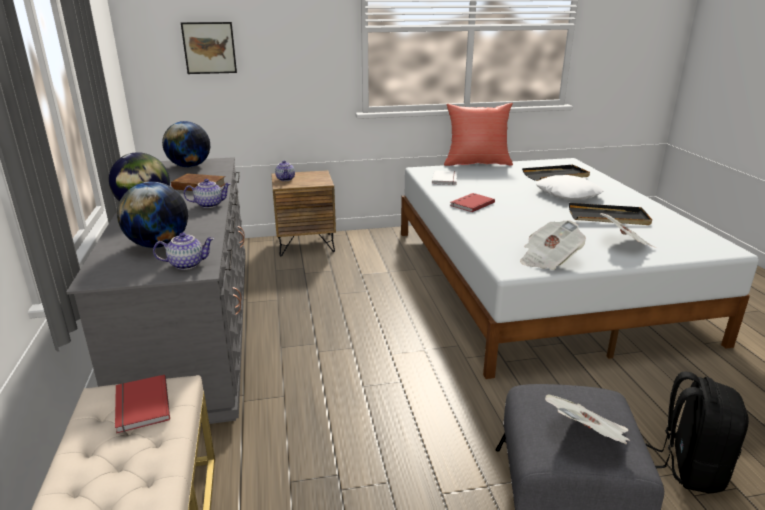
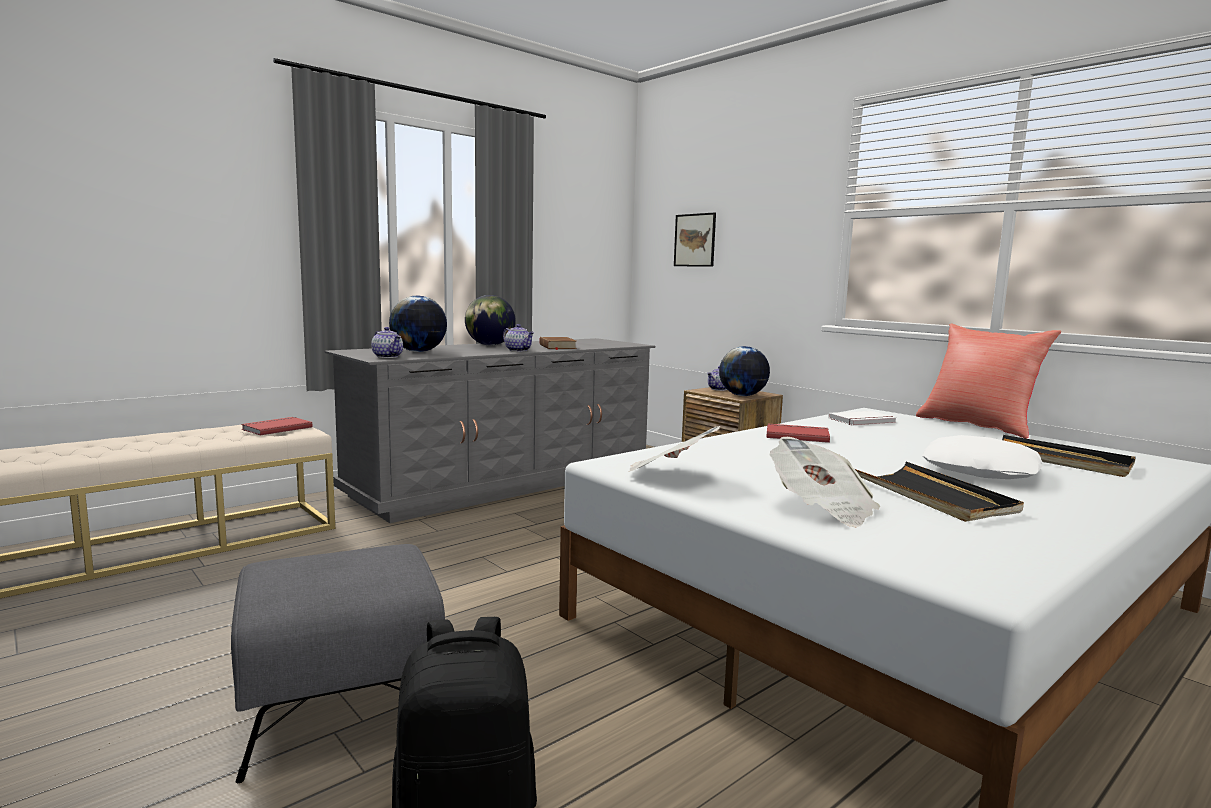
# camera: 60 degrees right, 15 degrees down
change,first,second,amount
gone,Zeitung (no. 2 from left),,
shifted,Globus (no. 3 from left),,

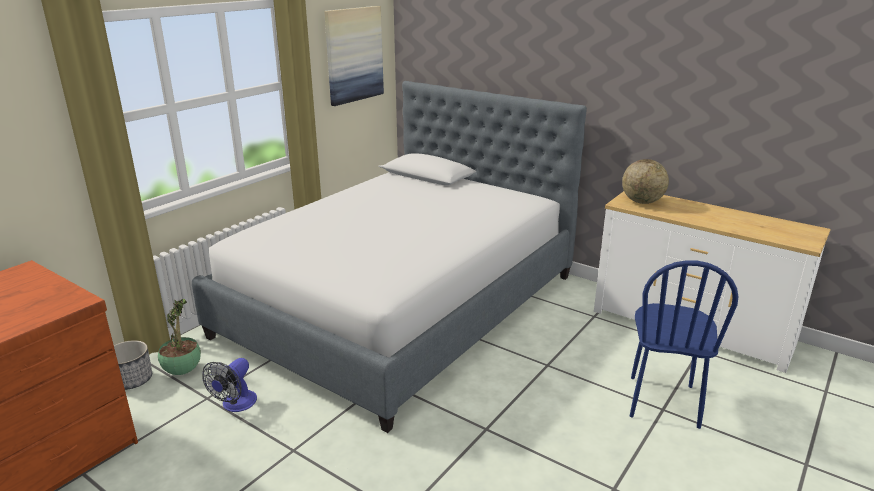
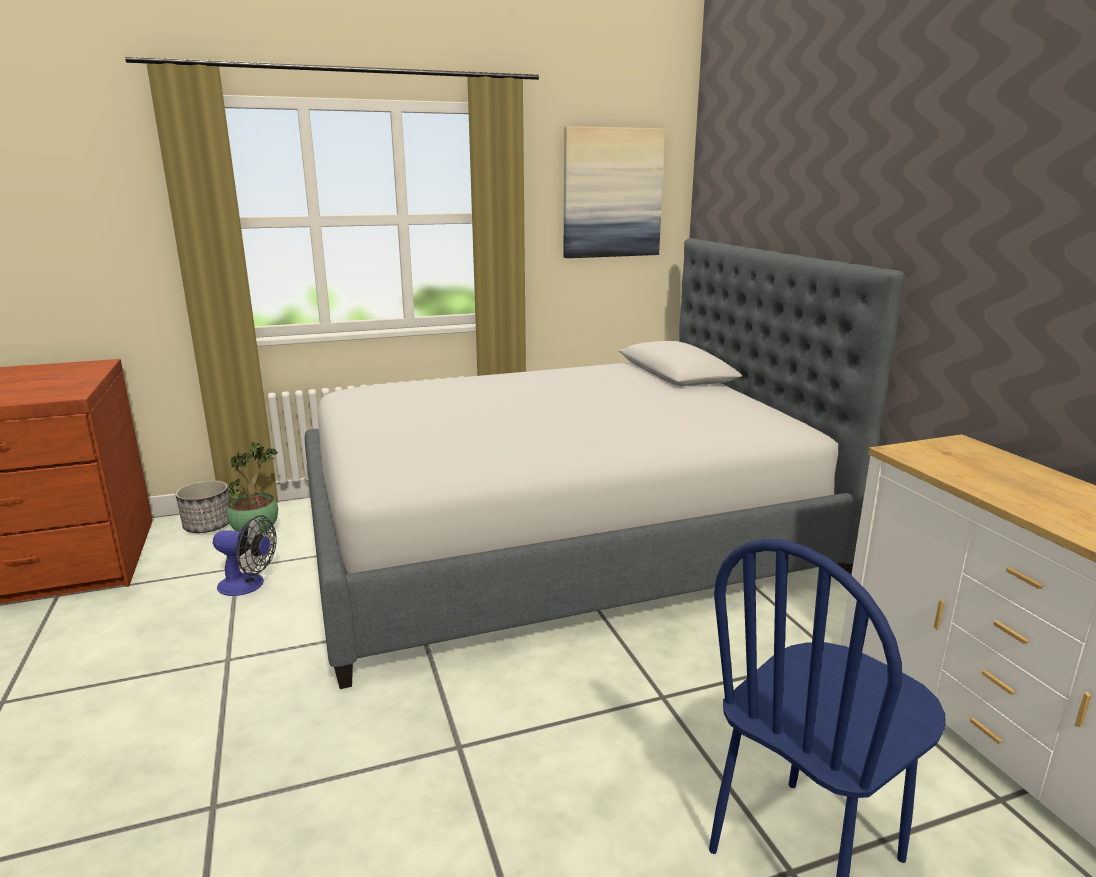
# camera: 35 degrees right, 5 degrees down
change,first,second,amount
gone,Globus,,
rotated,Ventilator,,135 degrees counterclockwise

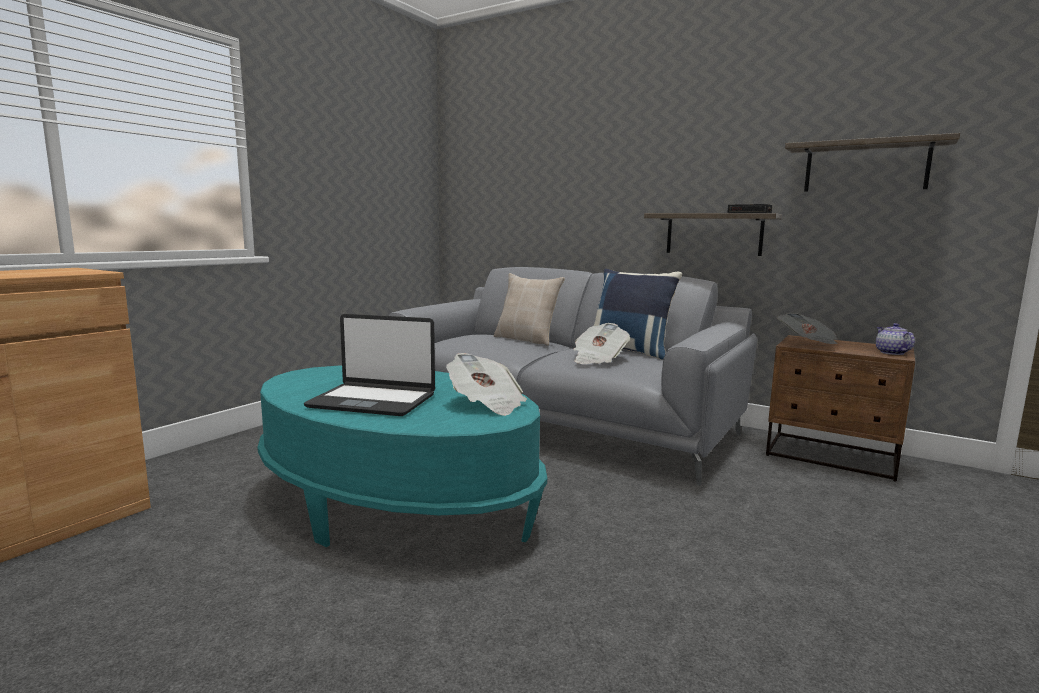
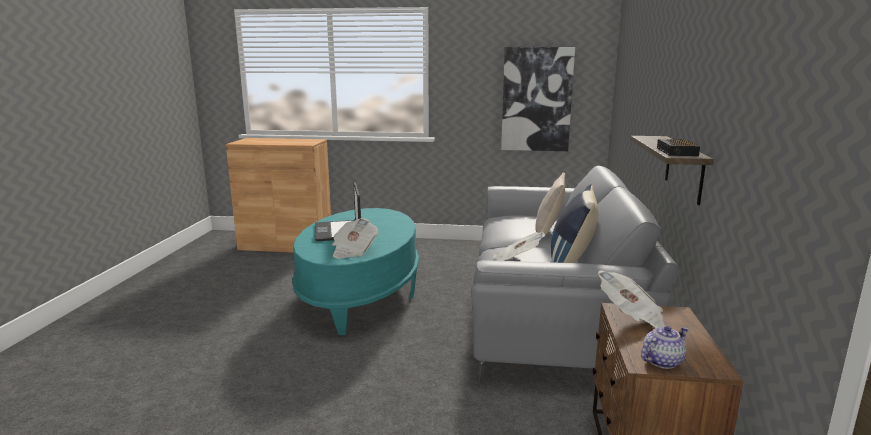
# camera: 65 degrees right, 5 degrees up
change,first,second,amount
gone,Wandregal (no. 2 from left),,
new,,Bild,

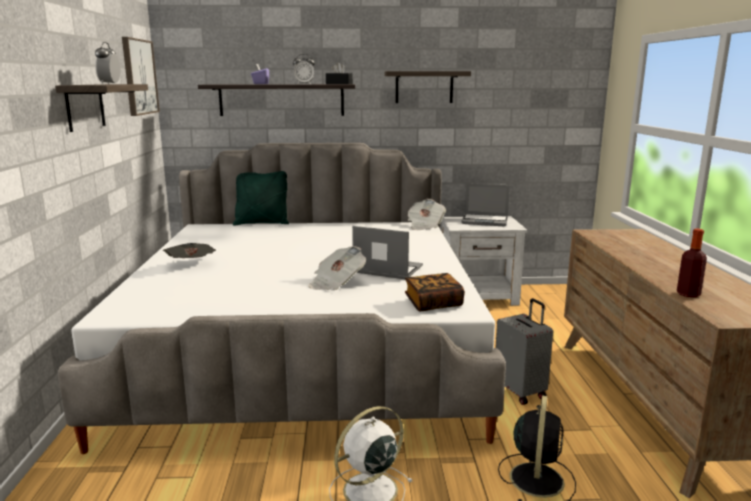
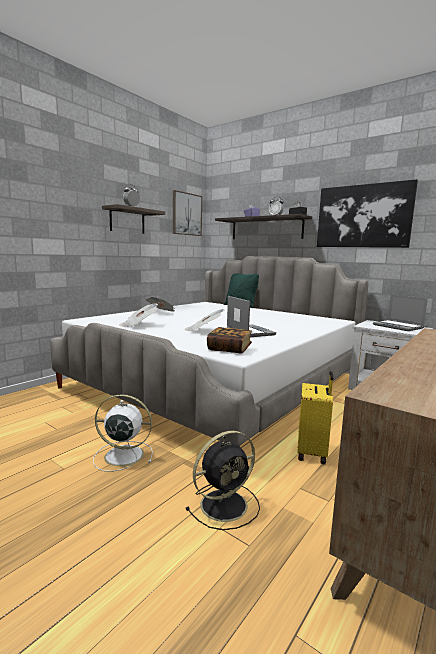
# camera: 40 degrees right, 5 degrees down
change,first,second,amount
gone,Flasche,,
shifted,Zeitung (no. 3 from left in the first image),Zeitung (no. 1 from left),
swapped,Wandregal (no. 3 from left),Bild (no. 2 from left),
repainted,Koffer (grau),Koffer (gelb),

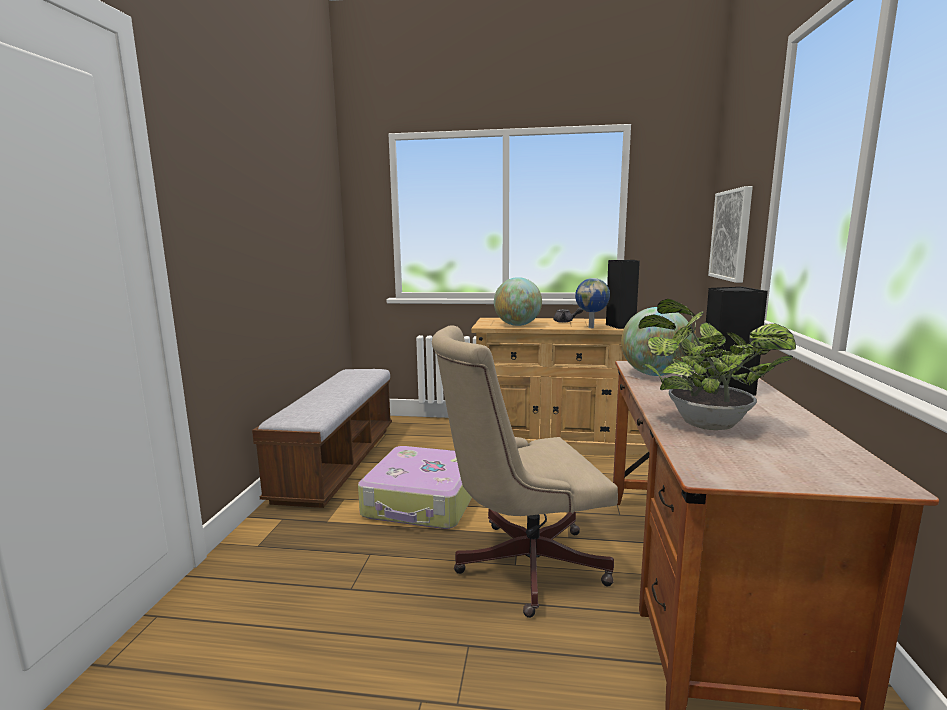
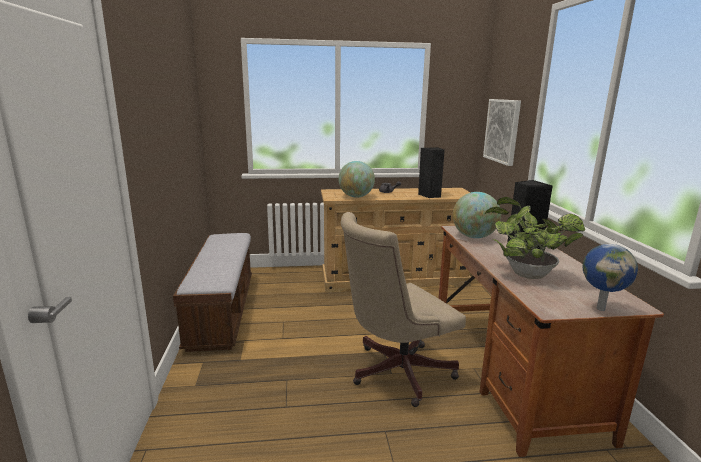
# camera: 15 degrees left, 5 degrees up
change,first,second,amount
gone,Koffer,,
shifted,Globus (no. 2 from left in the first image),Globus (no. 3 from left),

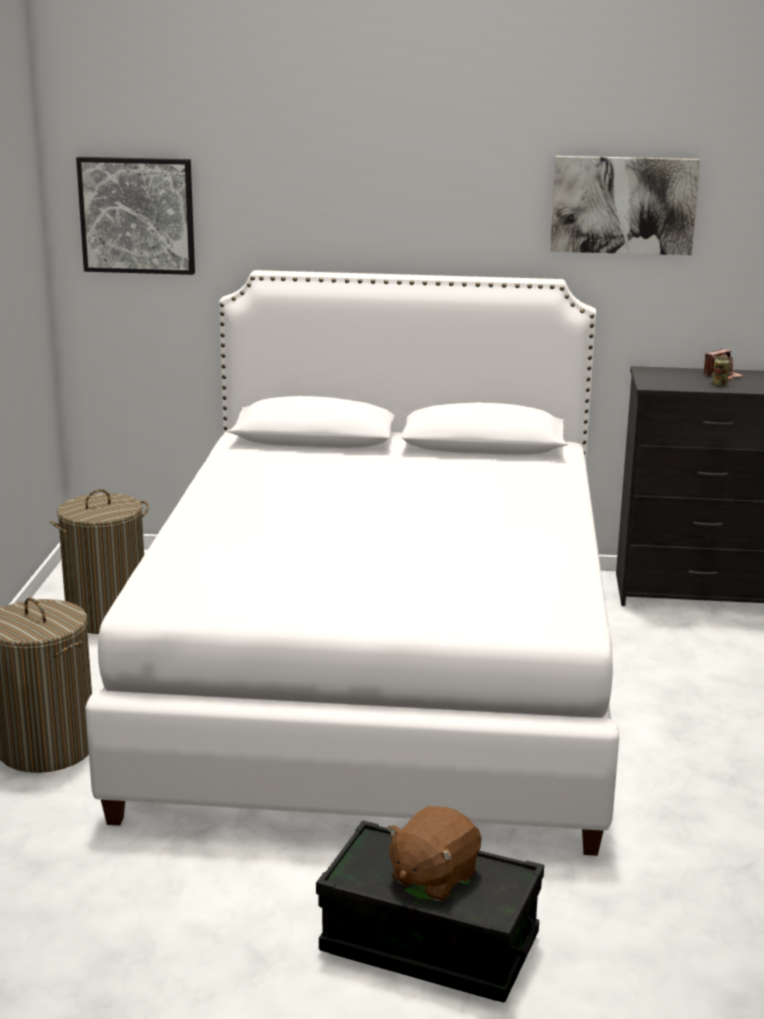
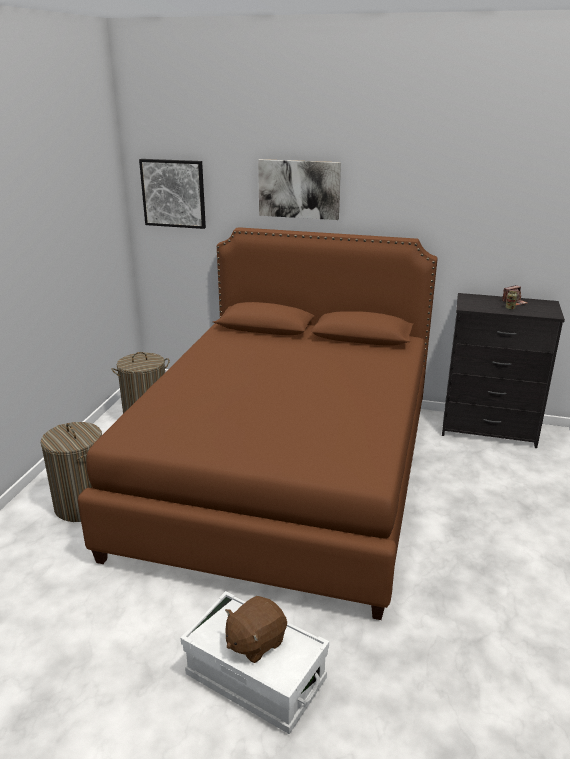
# camera: 10 degrees right, 5 degrees up
change,first,second,amount
shifted,Bild (no. 2 from left),,
repainted,Bett (weiß),Bett (braun),
repainted,Aufbewahrungsbox (schwarz),Aufbewahrungsbox (weiß),

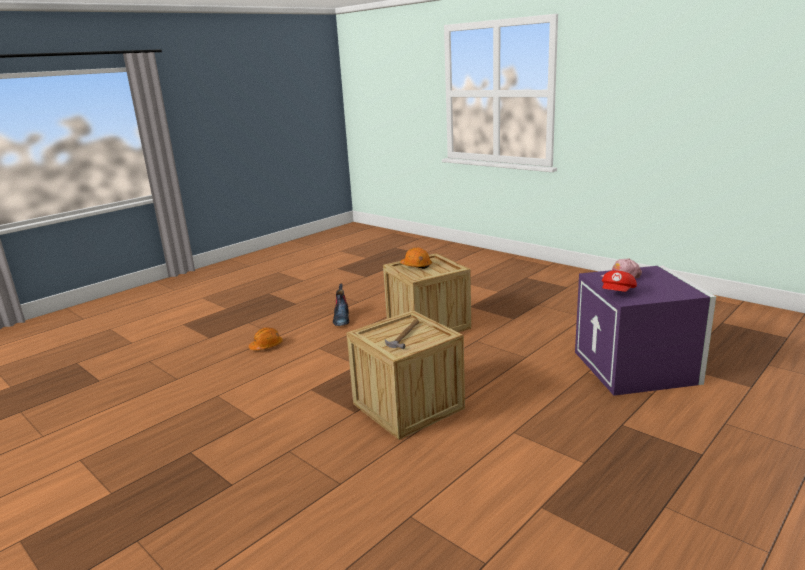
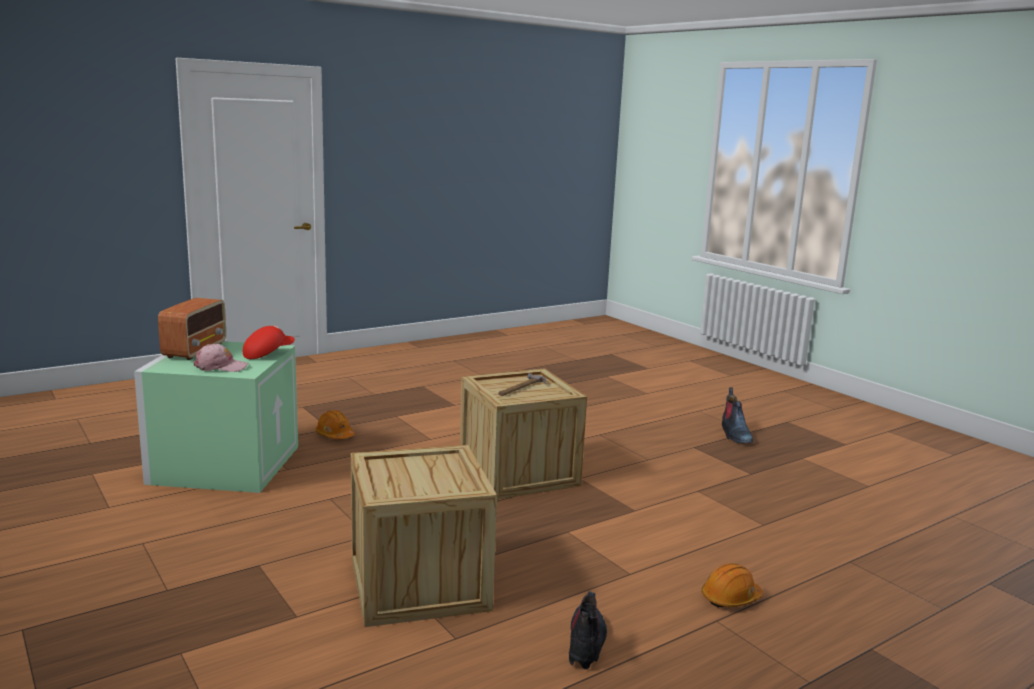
# camera: 170 degrees left, 5 degrees down
change,first,second,amount
new,,Radio,
new,,Stiefel (no. 2 from left),
shifted,Schutzhelm (orange) (no. 2 from left in the first image),Schutzhelm (orange) (no. 1 from left),
repainted,Aufbewahrungsbox (lila),Aufbewahrungsbox (grün),

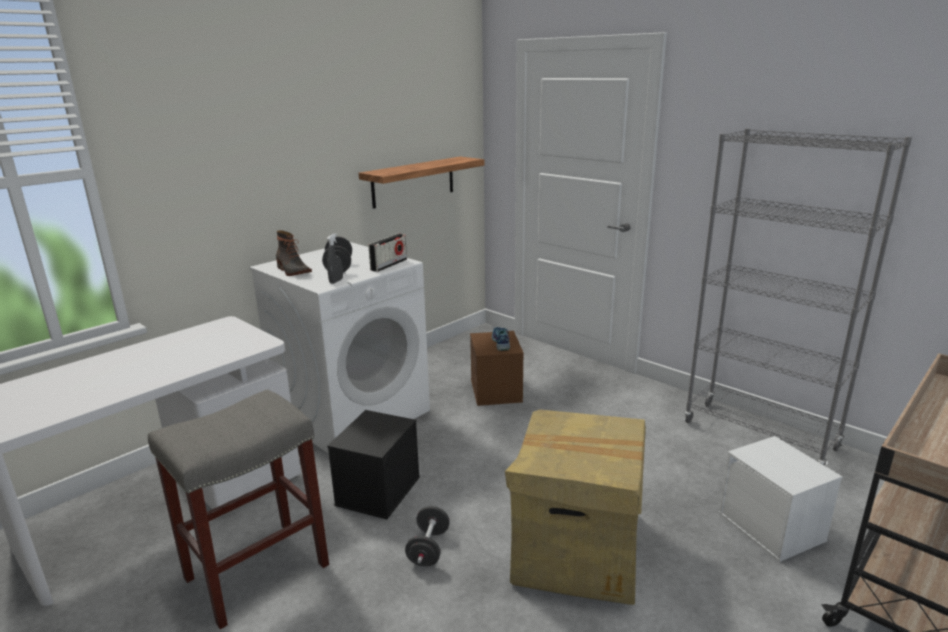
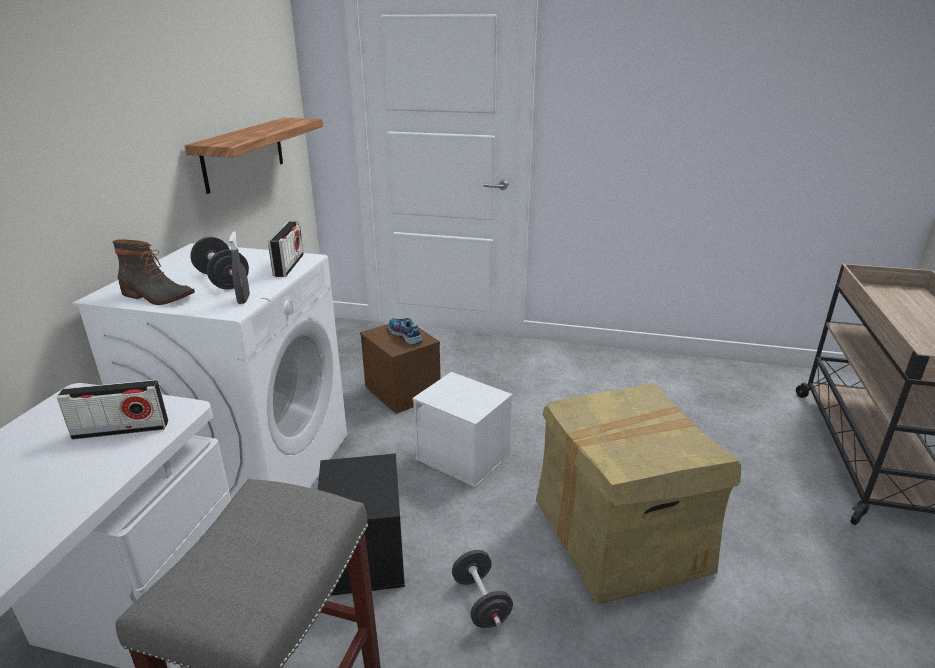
# camera: 30 degrees left, 5 degrees up
change,first,second,amount
gone,Bücherregal (grau),,
new,,Radio (no. 1 from left),
shifted,Aufbewahrungsbox (weiß),,

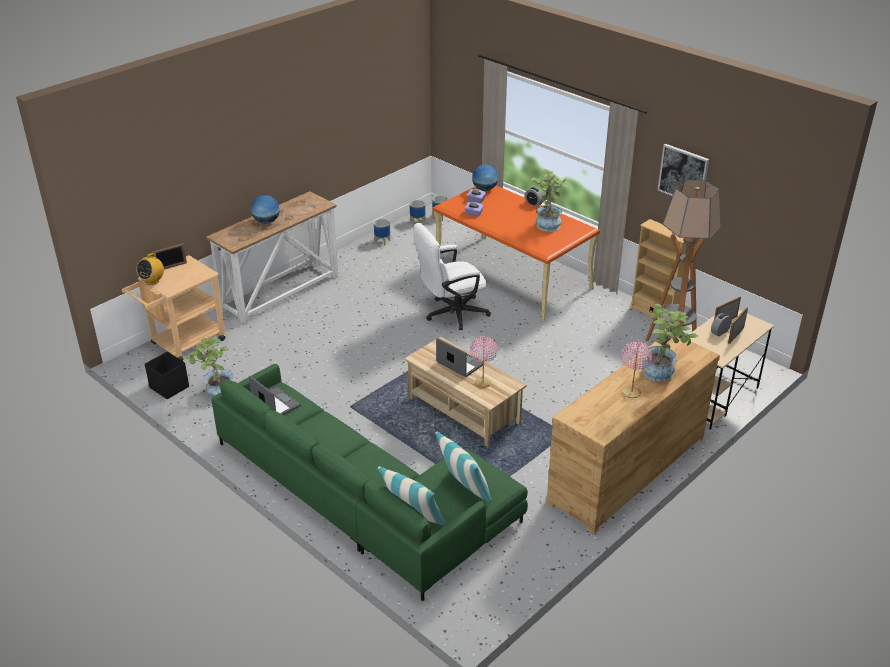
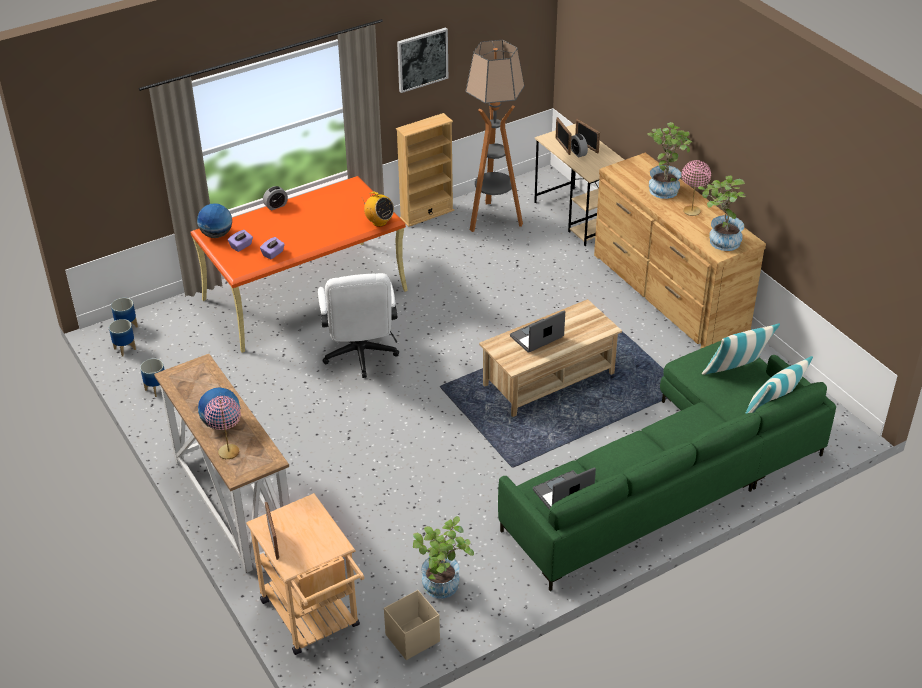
# camera: 75 degrees left, 5 degrees up
change,first,second,amount
shifted,Radio,,
shifted,Tischlampe (rosa) (no. 1 from left),,
shifted,Topfpflanze (no. 2 from left in the first image),Topfpflanze (no. 3 from left),
repainted,Aufbewahrungsbox (schwarz),Aufbewahrungsbox (beige),

